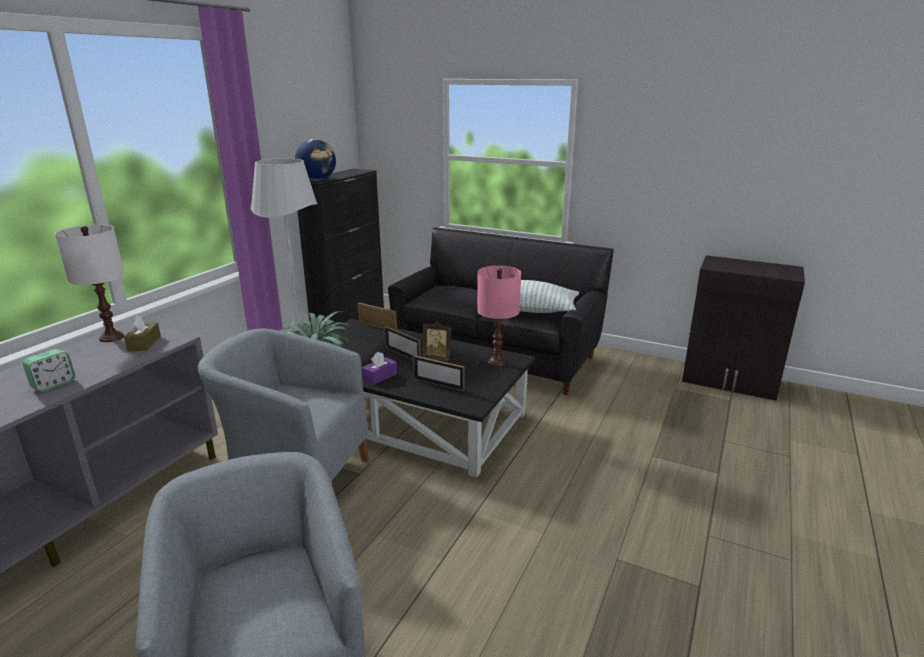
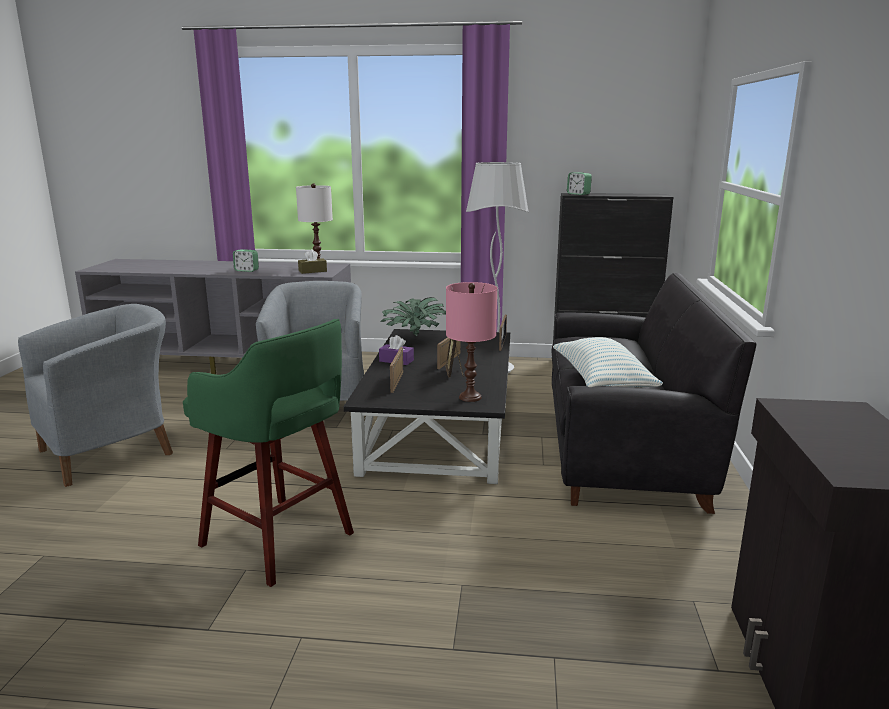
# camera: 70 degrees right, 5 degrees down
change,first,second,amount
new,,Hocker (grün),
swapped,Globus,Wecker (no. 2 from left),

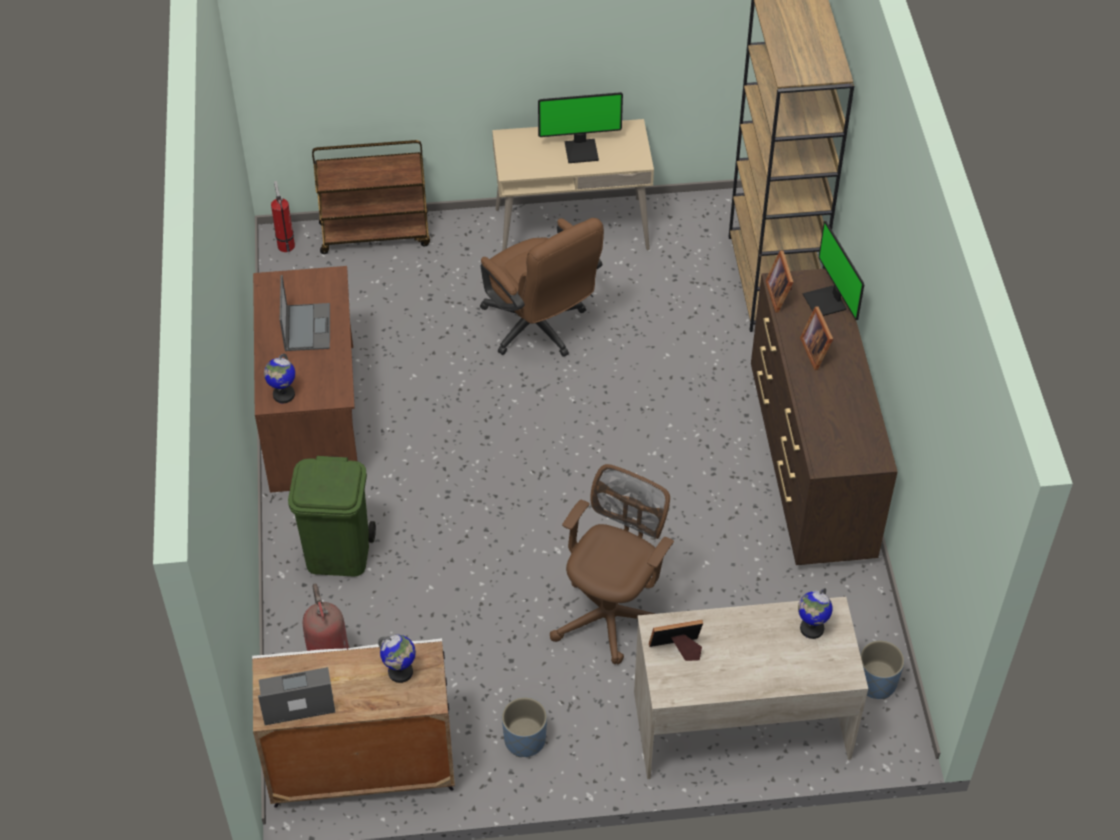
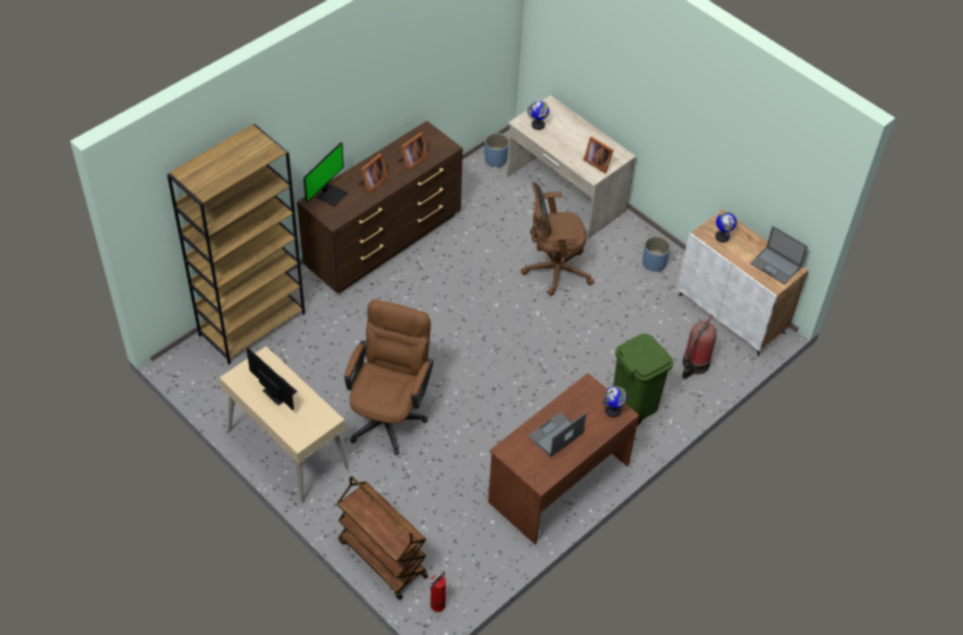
# camera: 130 degrees left, 0 degrees up
change,first,second,amount
shifted,Bilderrahmen (no. 2 from left),,

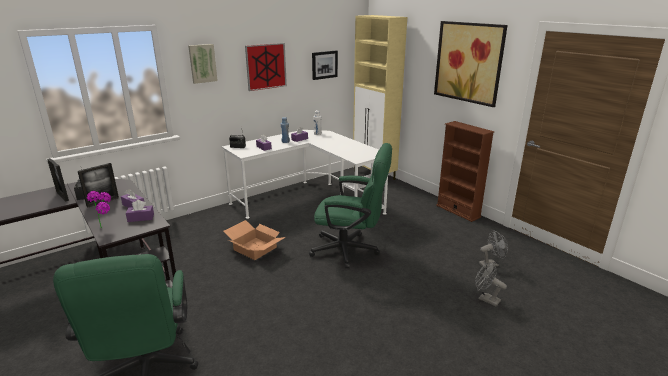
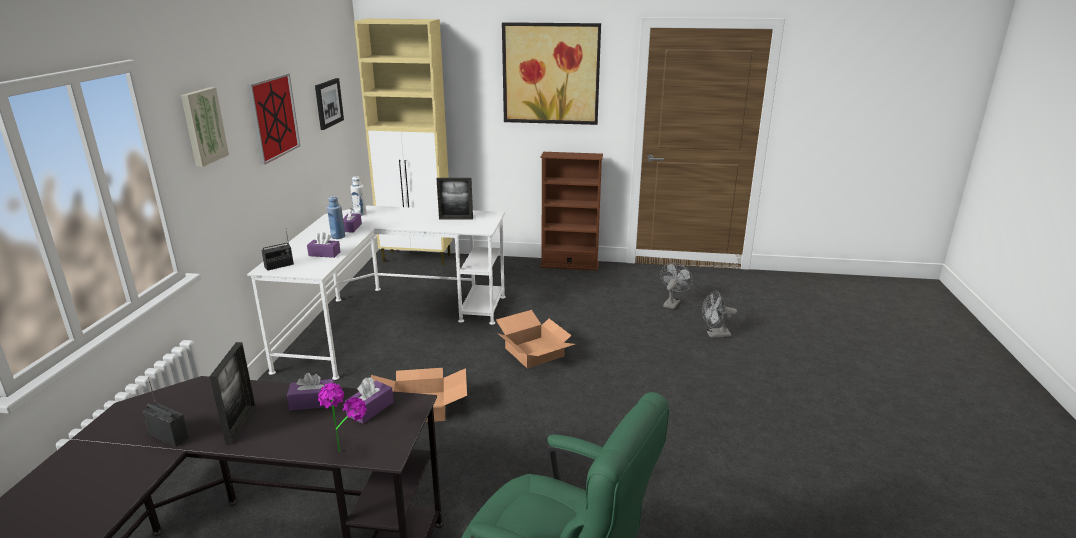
# camera: 45 degrees left, 0 degrees up
change,first,second,amount
shifted,Bilderrahmen (no. 1 from left in the first image),Bilderrahmen (no. 2 from left),
swapped,Bürostuhl (grün) (no. 2 from left),Karton (no. 2 from left),

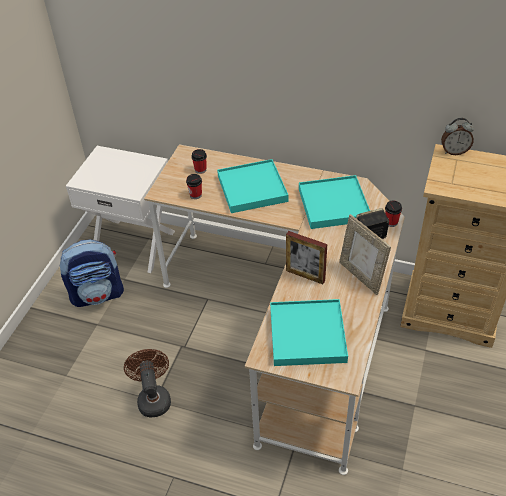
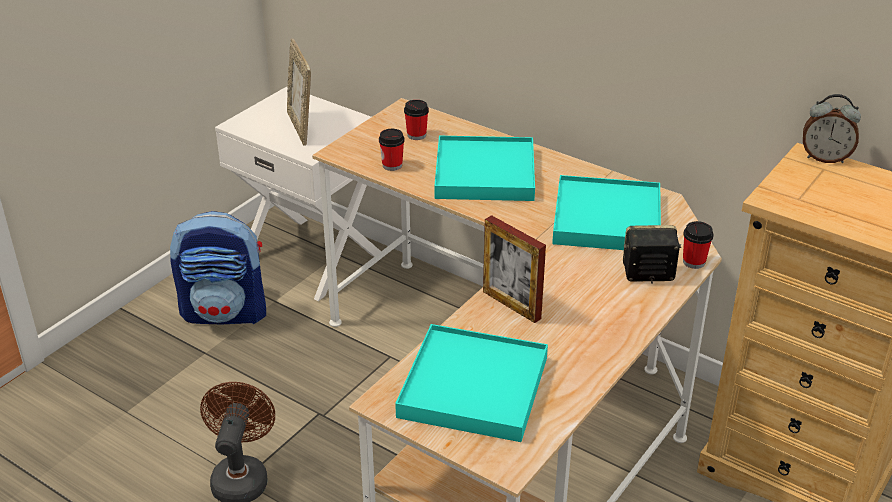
# camera: 15 degrees right, 10 degrees down
change,first,second,amount
shifted,Bilderrahmen (no. 2 from left in the first image),Bilderrahmen (no. 1 from left),

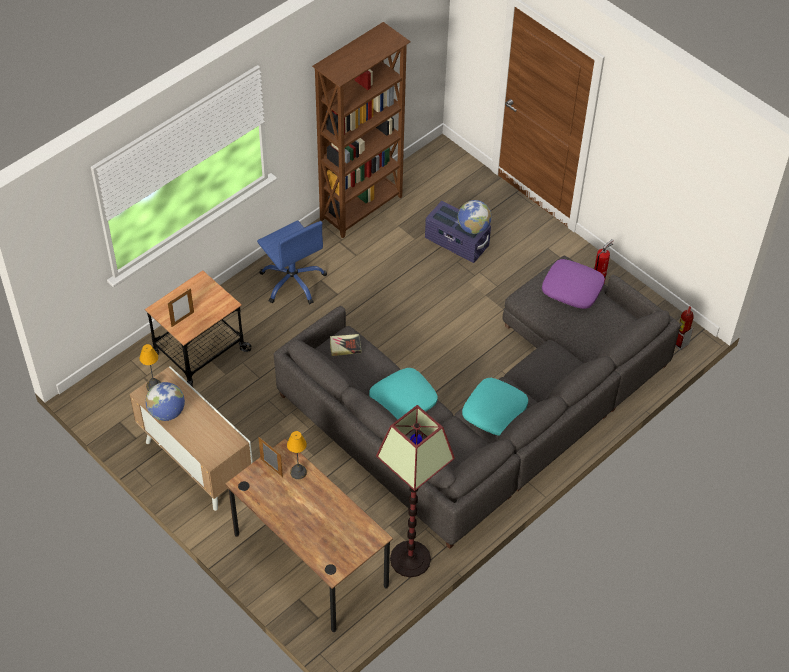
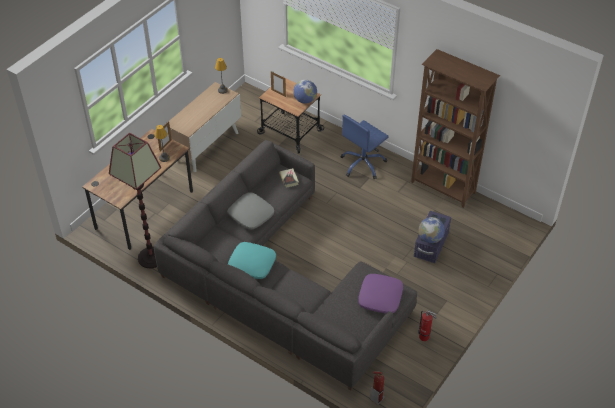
# camera: 80 degrees right, 5 degrees down
change,first,second,amount
shifted,Globus (no. 1 from left),,
repainted,Kissen (türkis) (no. 1 from left),Kissen (grau),

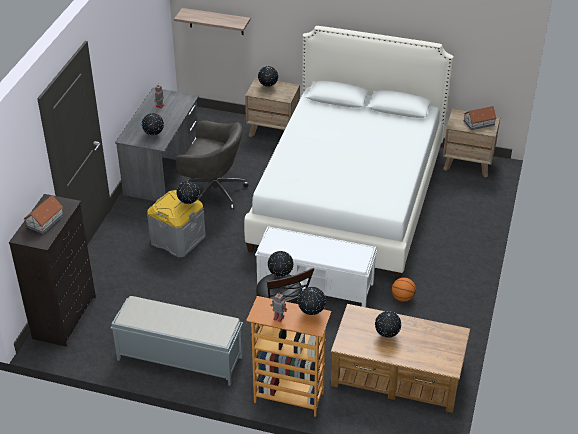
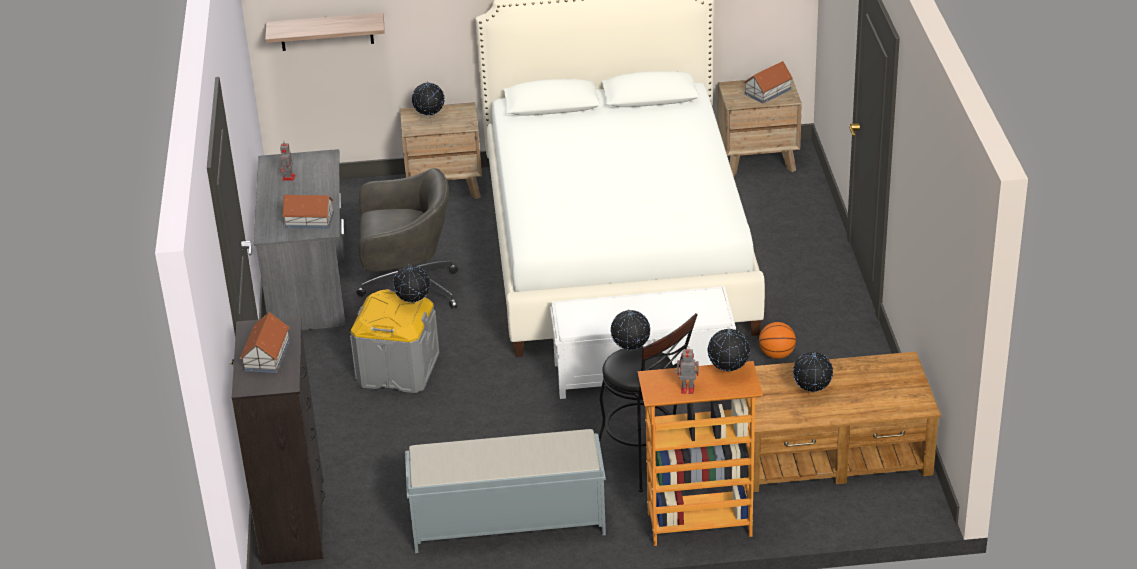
# camera: 20 degrees left, 5 degrees down
change,first,second,amount
swapped,Globus (no. 1 from left),Spielzeughaus (no. 2 from left),

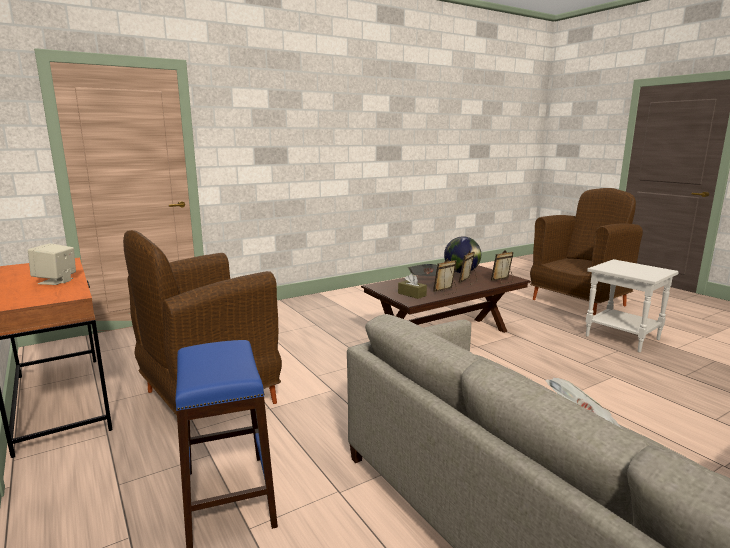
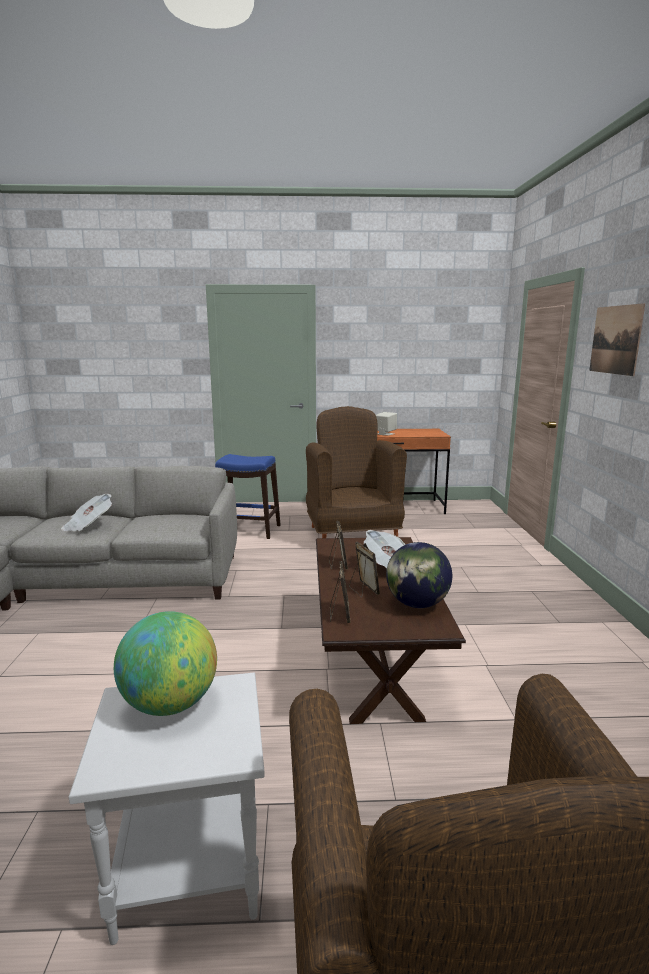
# camera: 120 degrees right, 0 degrees up
change,first,second,amount
gone,Taschentuchbox (braun),,
new,,Globus (no. 1 from left),
new,,Bild,

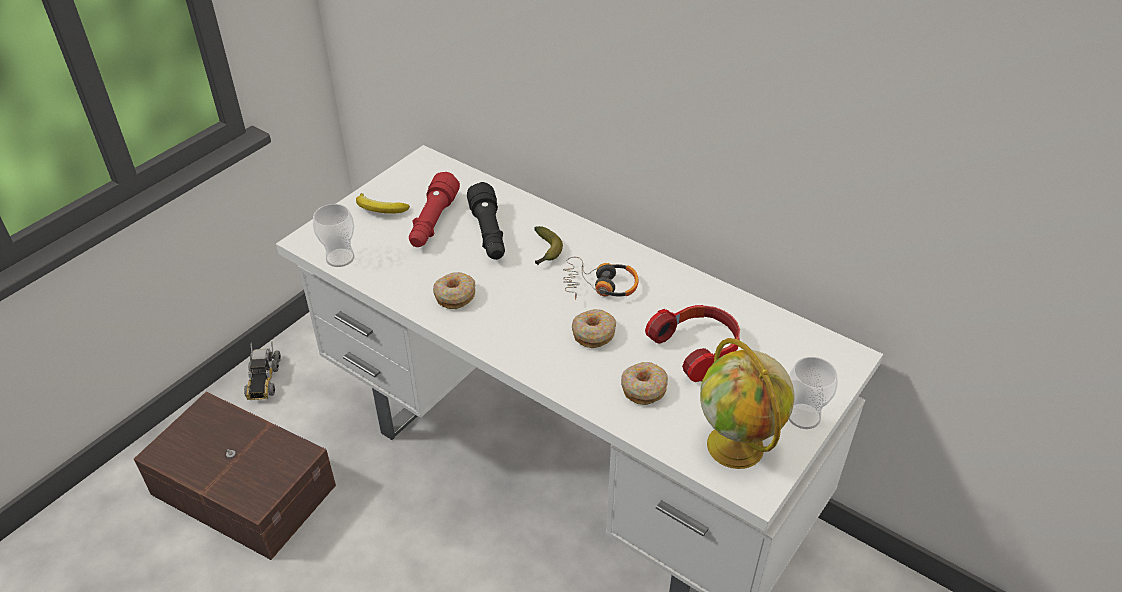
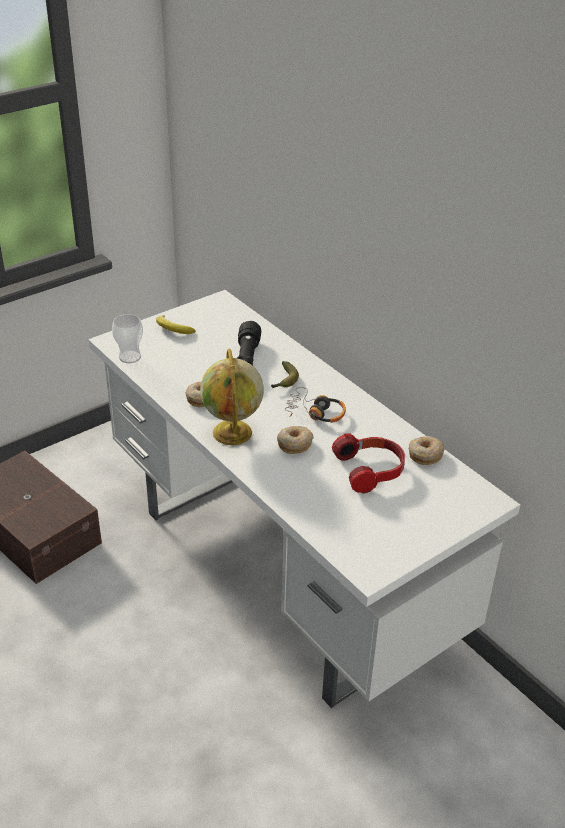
# camera: 15 degrees right, 5 degrees down
change,first,second,amount
gone,Spielzeuglaster,,
gone,Taschenlampe (rot),,
gone,Tasse (no. 2 from left),,
shifted,Donut (no. 3 from left),,
shifted,Globus,,

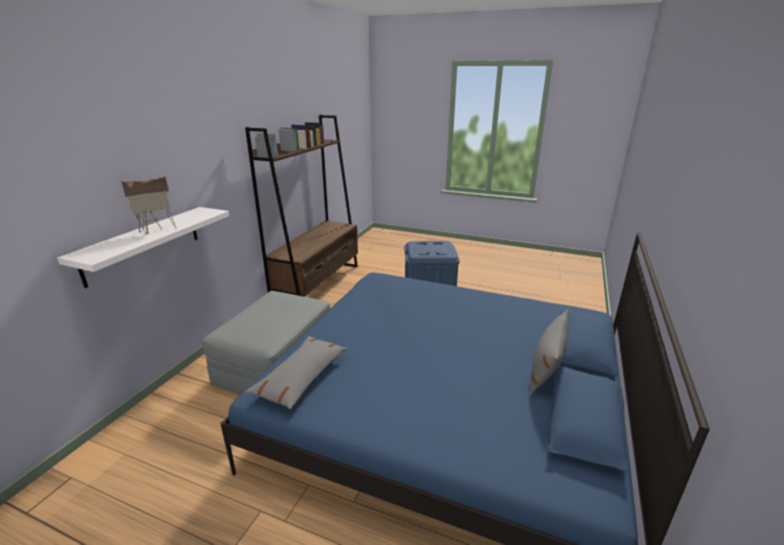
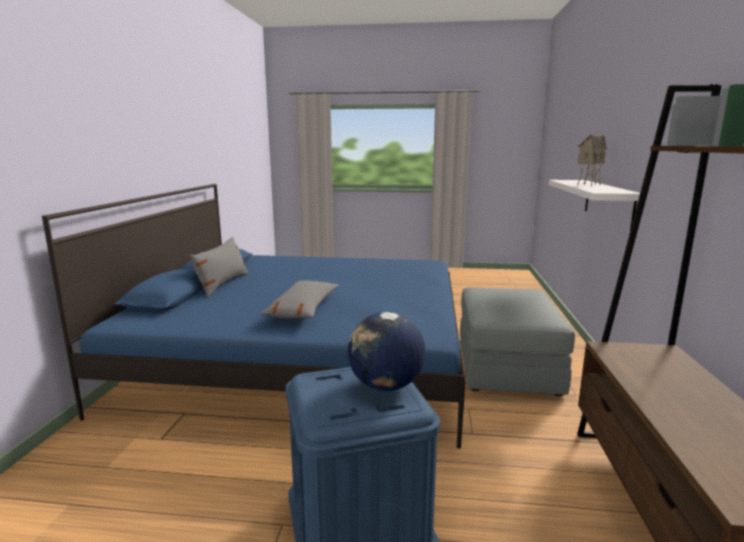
# camera: 165 degrees right, 10 degrees down
change,first,second,amount
new,,Globus,
shifted,Kissen (grau) (no. 1 from left in the first image),Kissen (grau) (no. 2 from left),

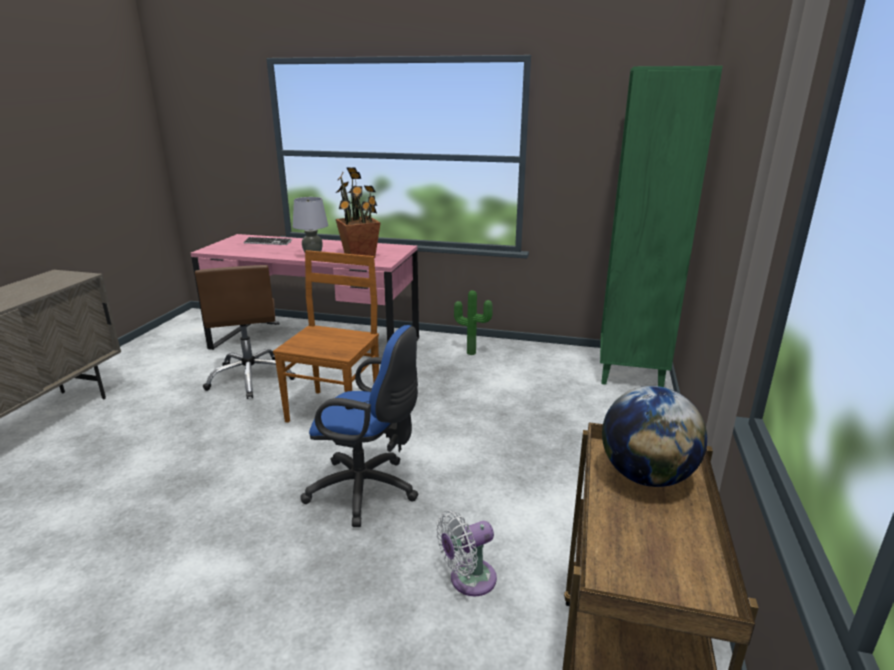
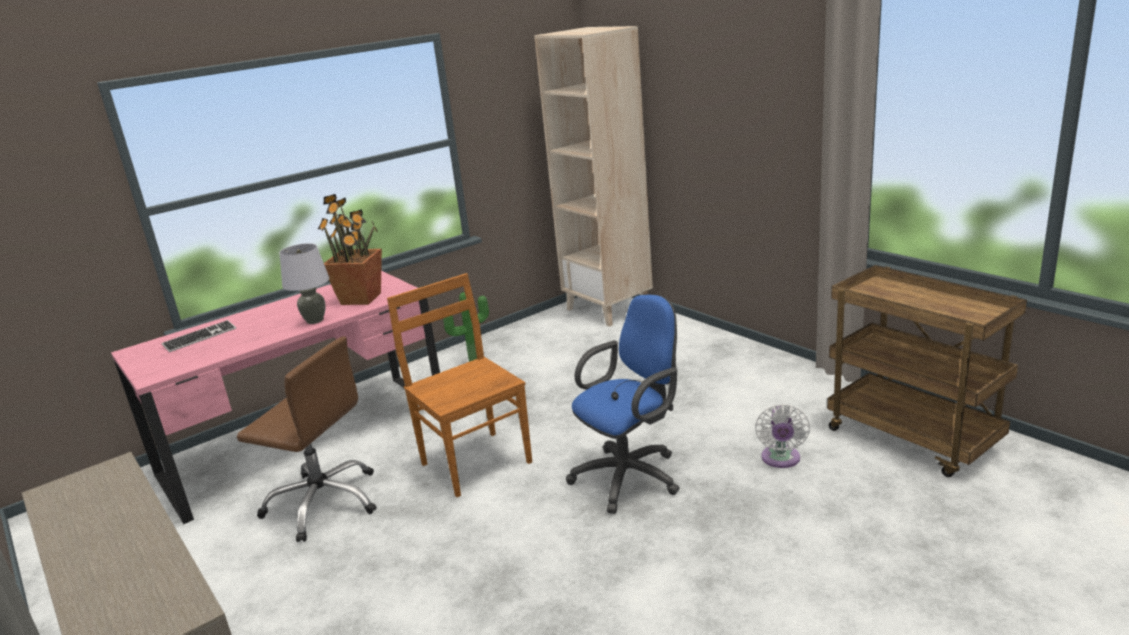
# camera: 50 degrees left, 0 degrees up
change,first,second,amount
gone,Globus,,
repainted,Bücherregal (grün),Bücherregal (beige),

